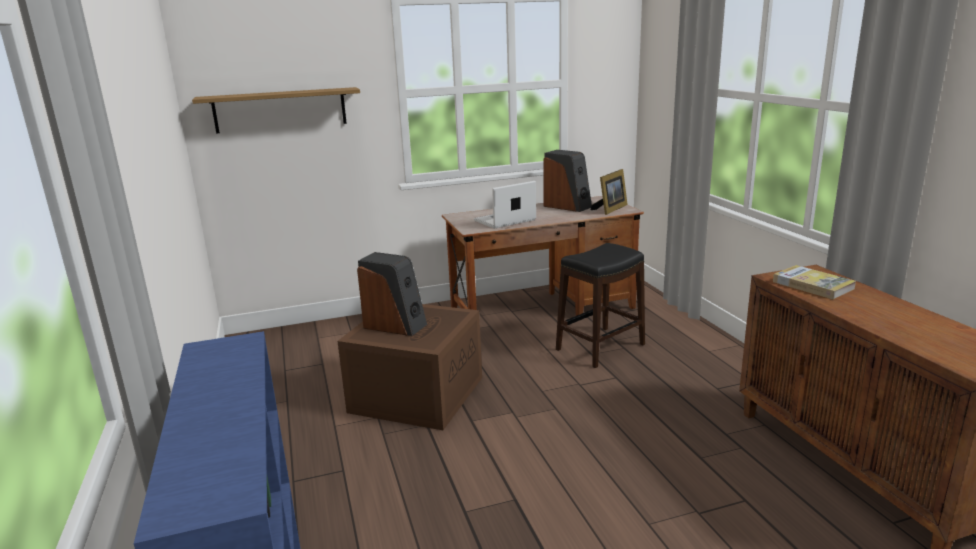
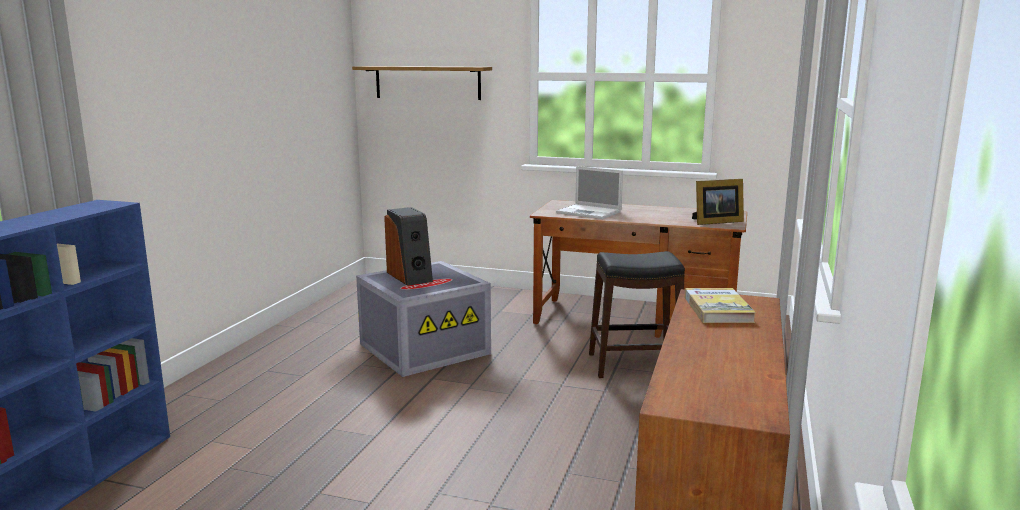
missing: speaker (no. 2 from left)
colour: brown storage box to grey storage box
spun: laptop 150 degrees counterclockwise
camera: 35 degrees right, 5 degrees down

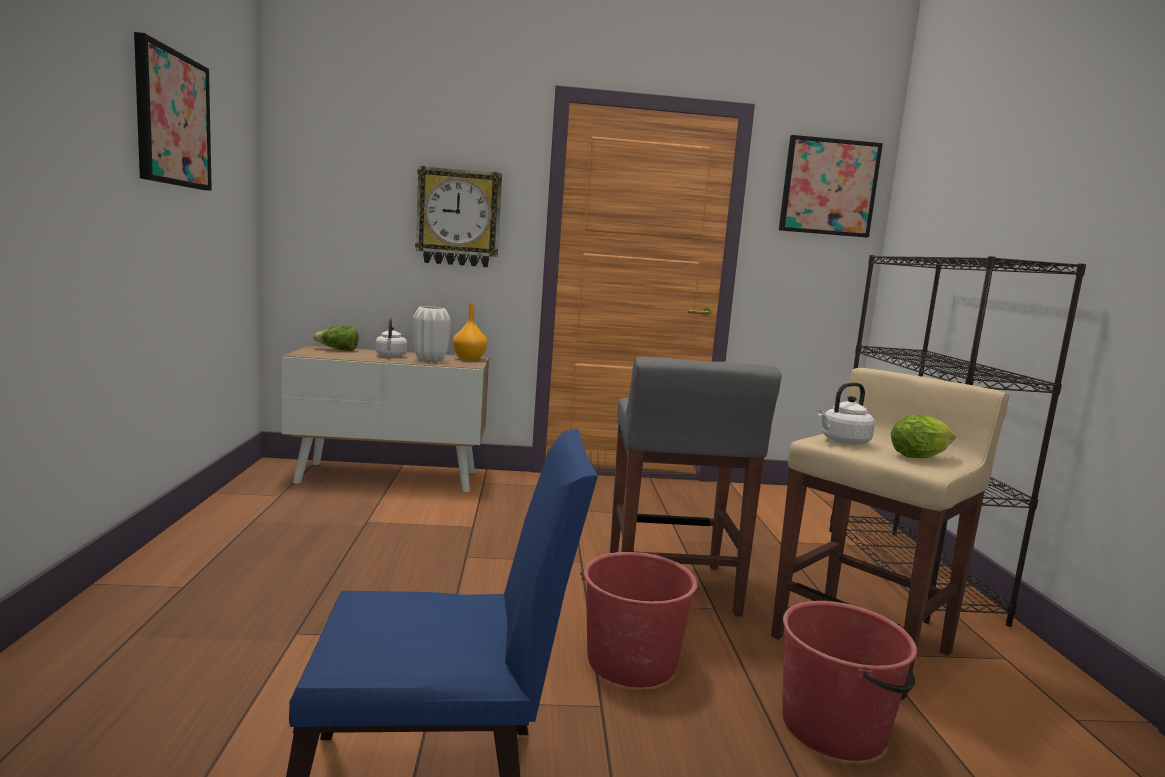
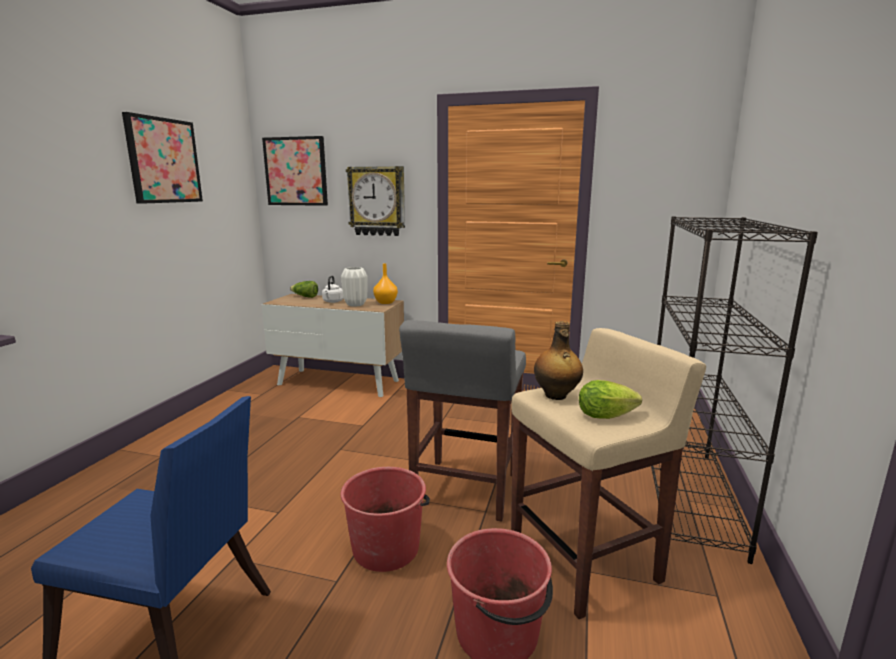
relocated: picture (no. 2 from left)
exchanged: white kettle (no. 2 from left) to bottle
camera: 20 degrees right, 5 degrees up

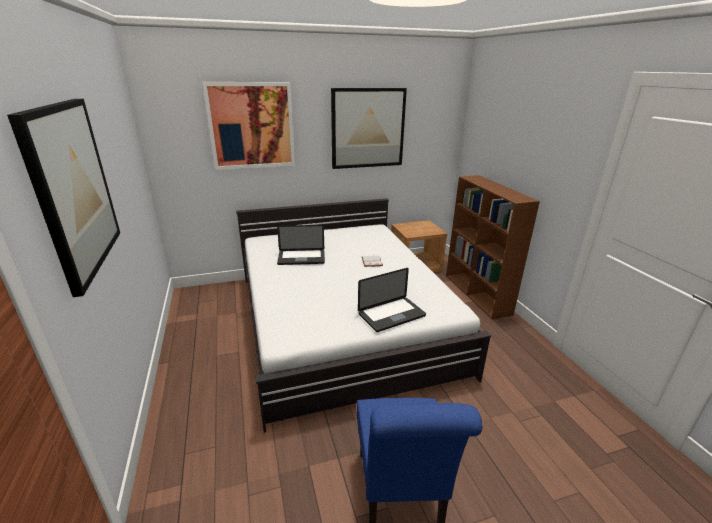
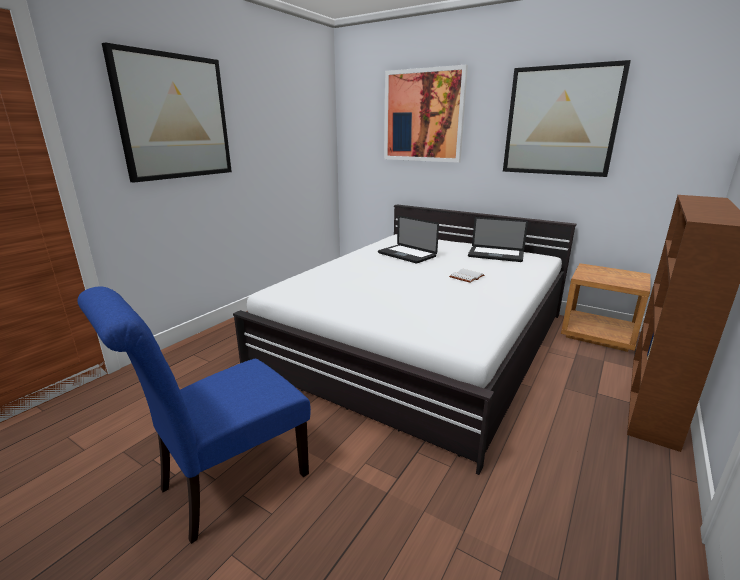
relocated: laptop (no. 2 from left)
camera: 50 degrees right, 5 degrees down

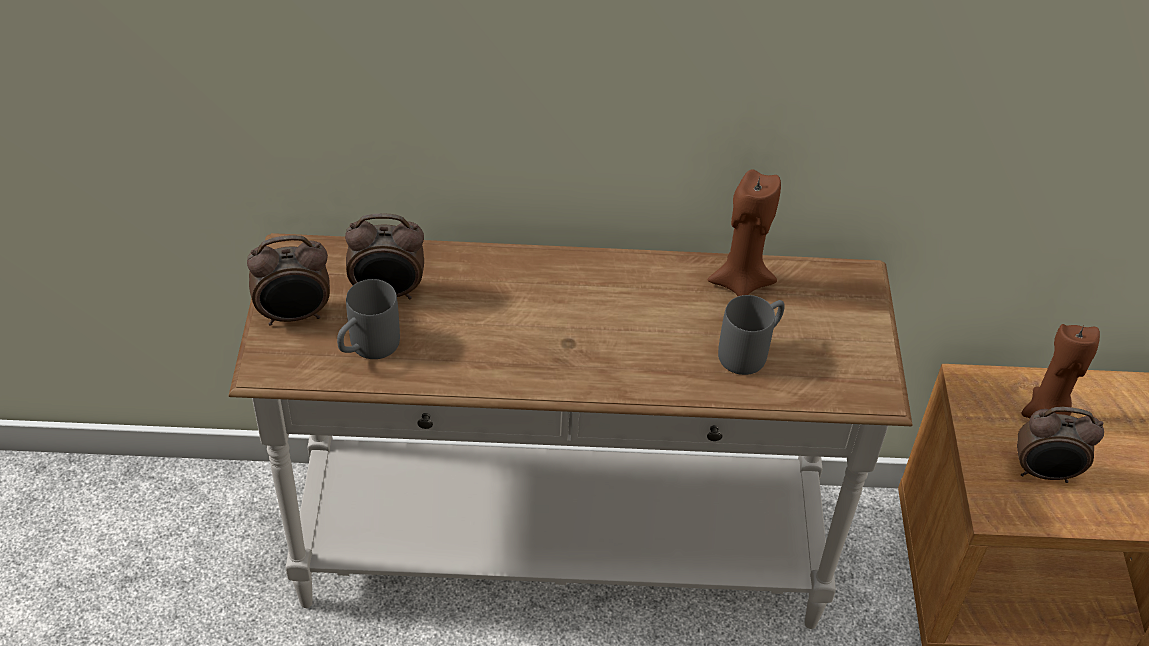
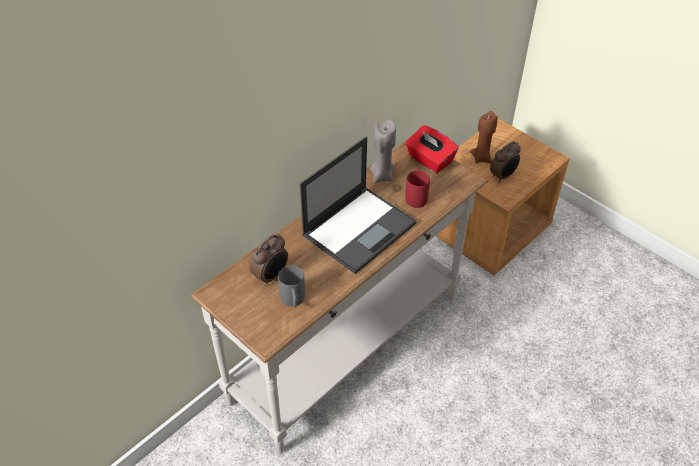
missing: alarm clock (no. 1 from left)
appeared: laptop; red tissue box
colour: brown candle (no. 1 from left) to grey candle; grey mug (no. 2 from left) to red mug
camera: 45 degrees left, 0 degrees up

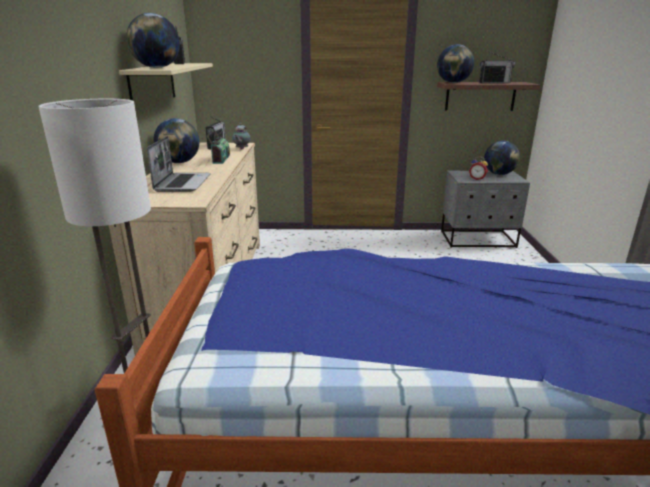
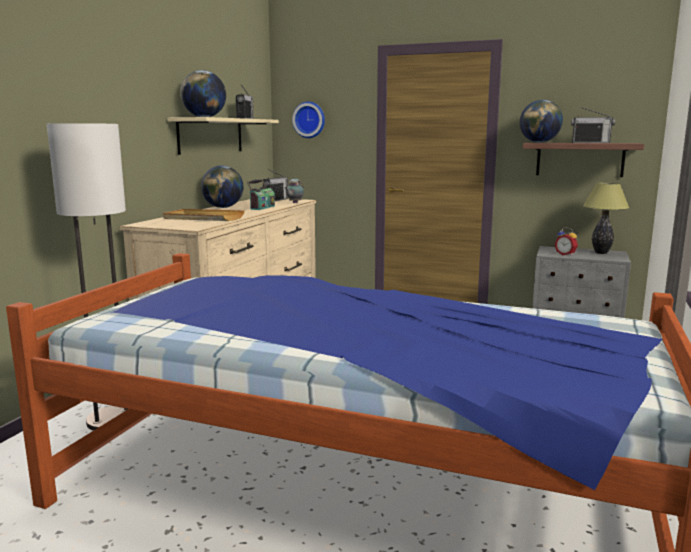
appeared: wall clock
exchanged: laptop to beige tray; globe (no. 4 from left) to table lamp
camera: 20 degrees right, 10 degrees down

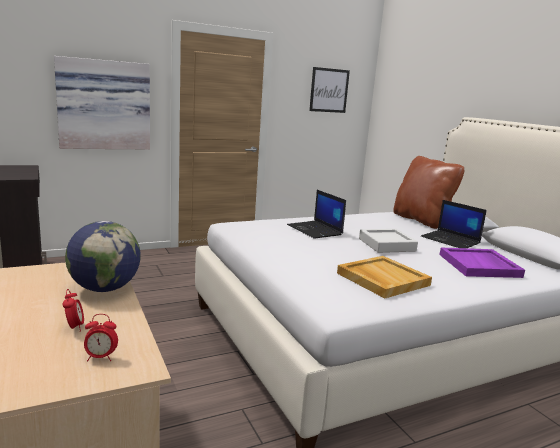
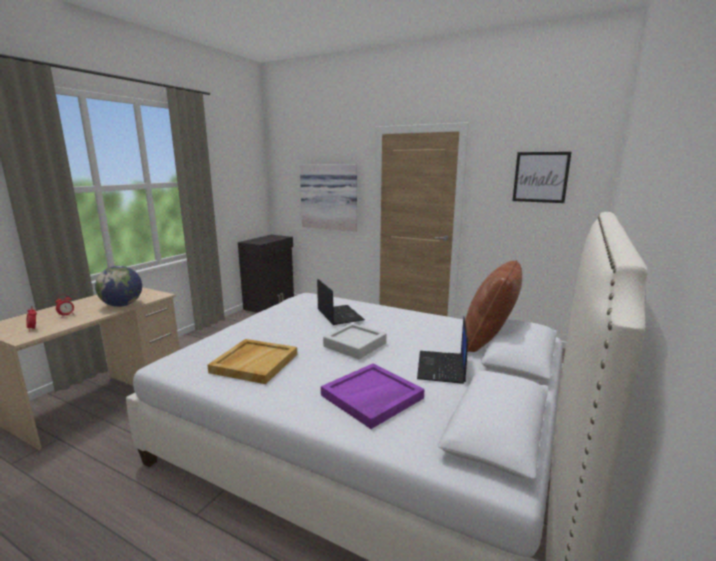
spun: laptop (no. 1 from left) 135 degrees clockwise
camera: 55 degrees right, 0 degrees up

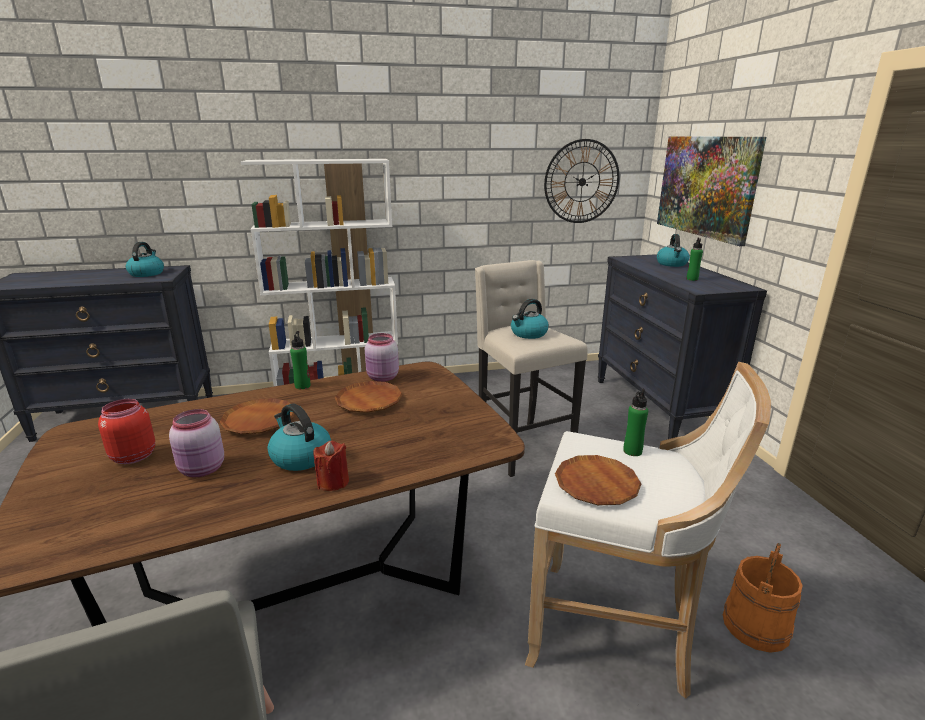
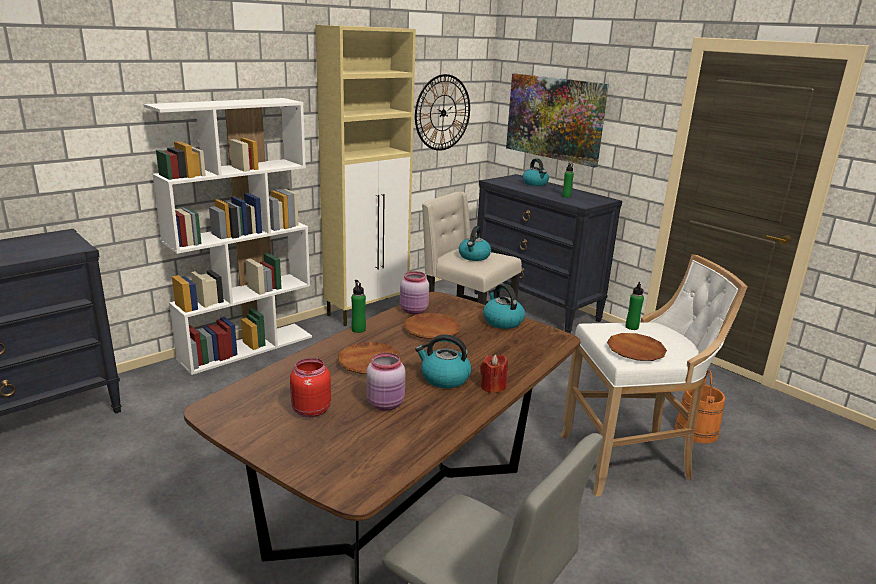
appeared: beige cabinet
relocated: kettle (no. 1 from left in the first image) to kettle (no. 3 from left)
camera: 30 degrees left, 0 degrees up

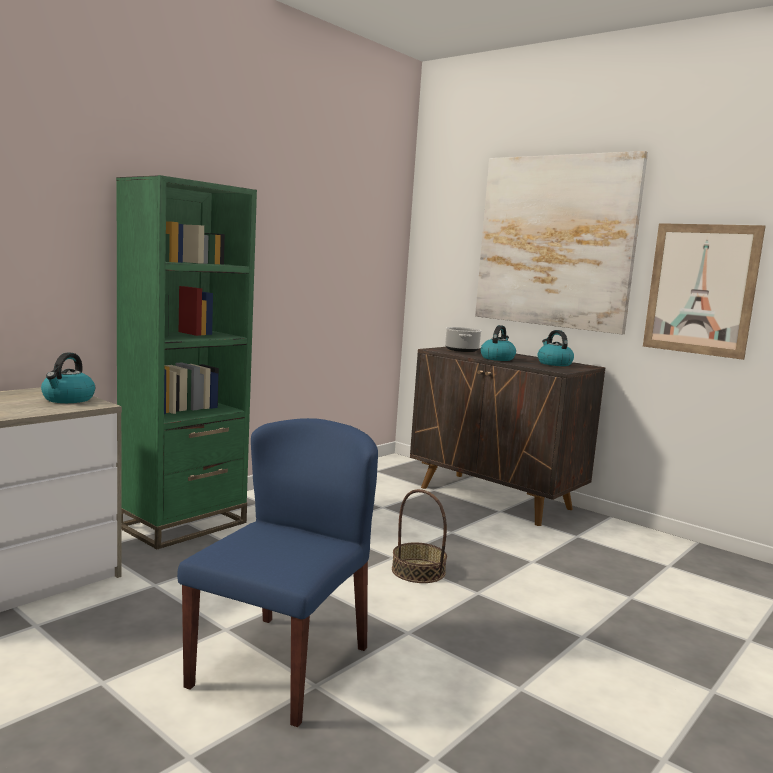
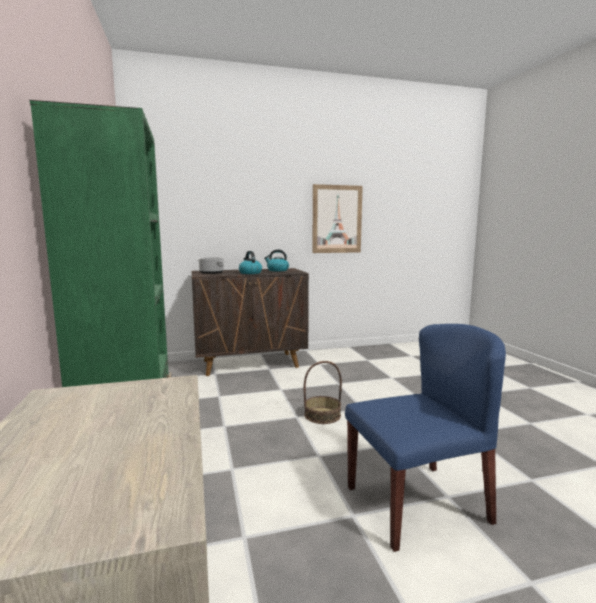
missing: kettle (no. 1 from left); picture (no. 1 from left)
spun: blue chair 105 degrees clockwise
camera: 55 degrees left, 0 degrees up

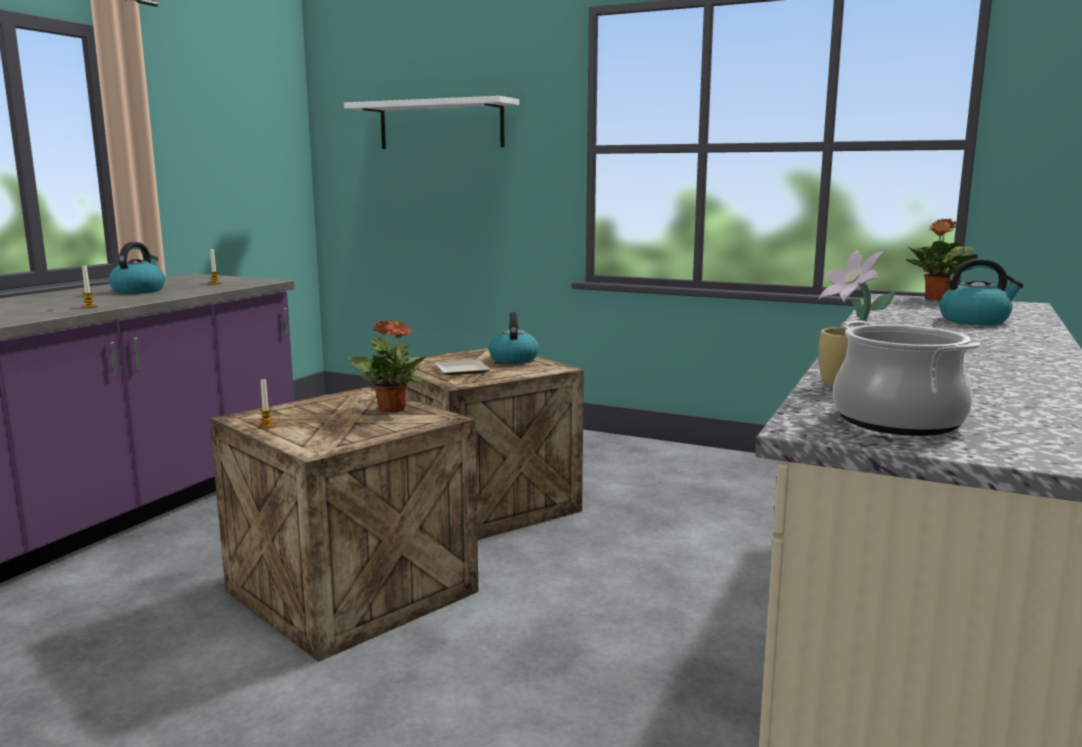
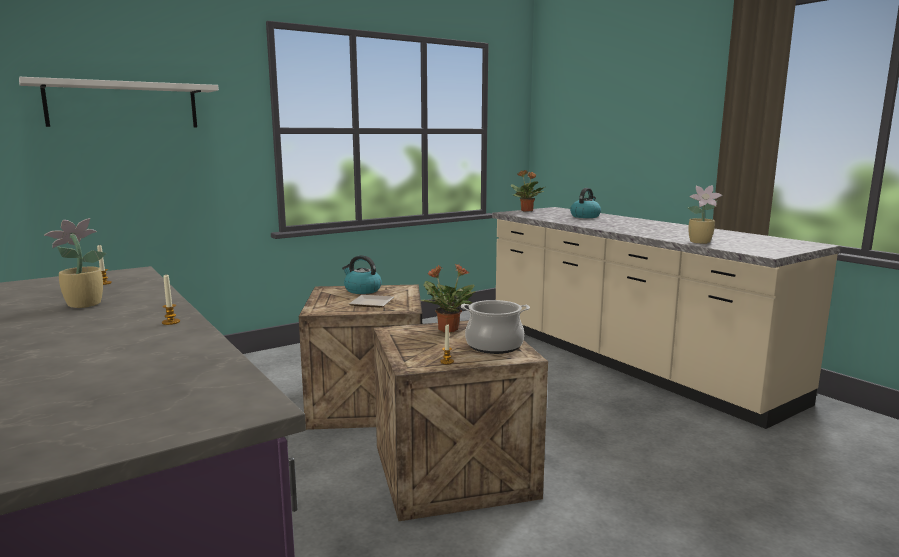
relocated: cooking pot
exchanged: kettle (no. 1 from left) to potted plant (no. 1 from left)
camera: 60 degrees left, 0 degrees up

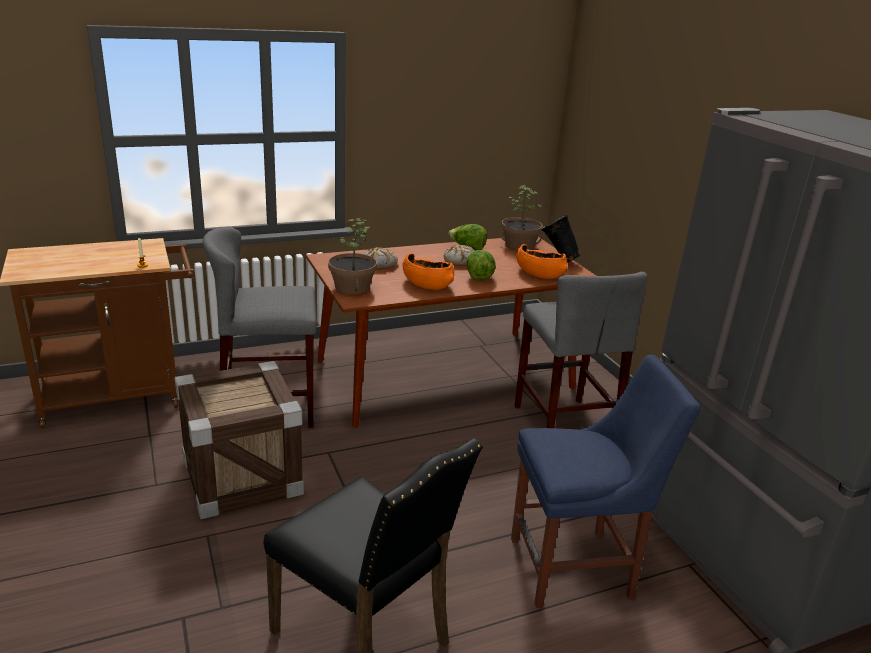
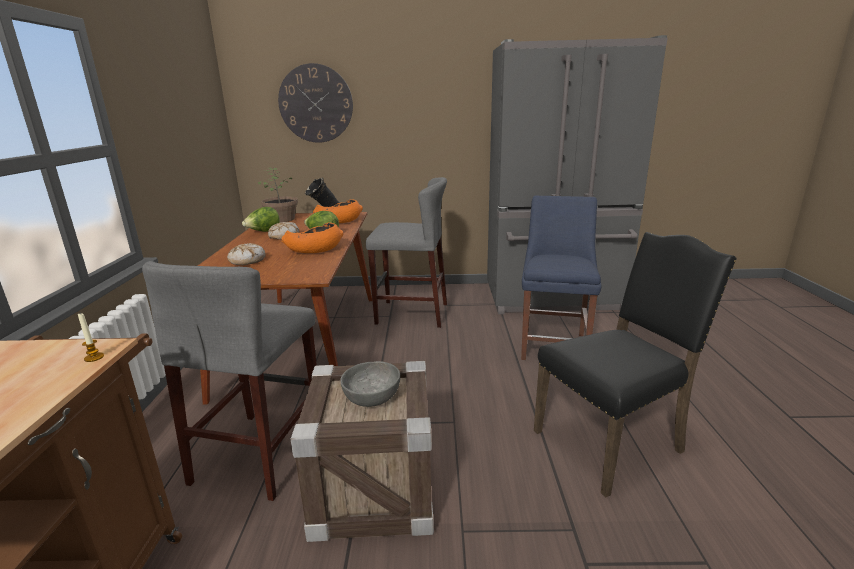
missing: potted plant (no. 1 from left)
appeared: wall clock; grey bowl
camera: 65 degrees left, 5 degrees down

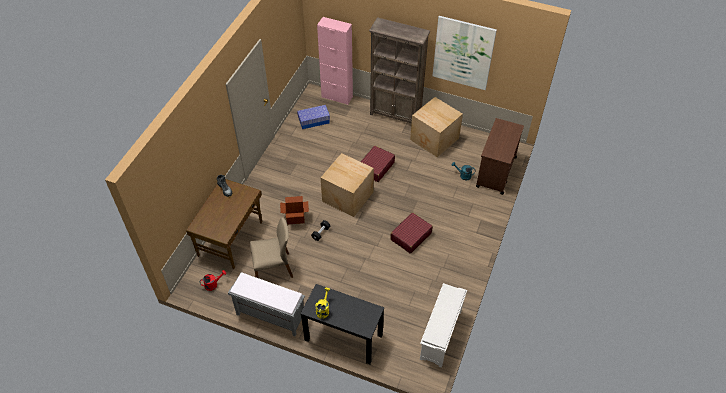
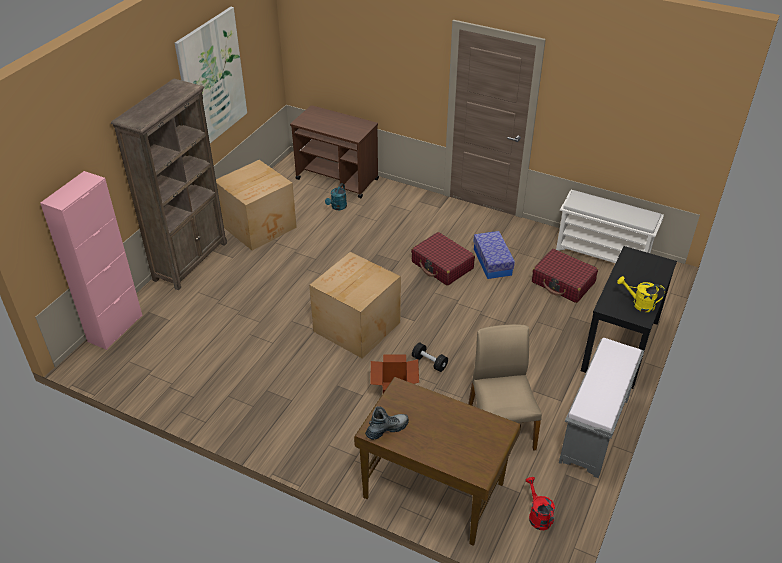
relocated: storage box; red suitcase (no. 1 from left in the first image) to red suitcase (no. 2 from left)
camera: 85 degrees left, 10 degrees down

